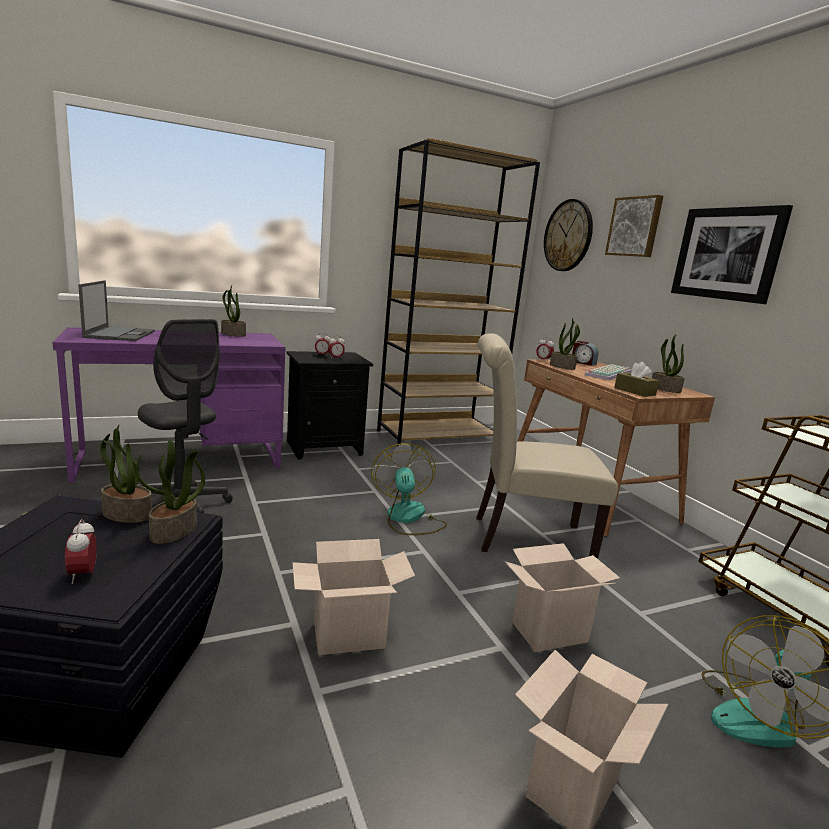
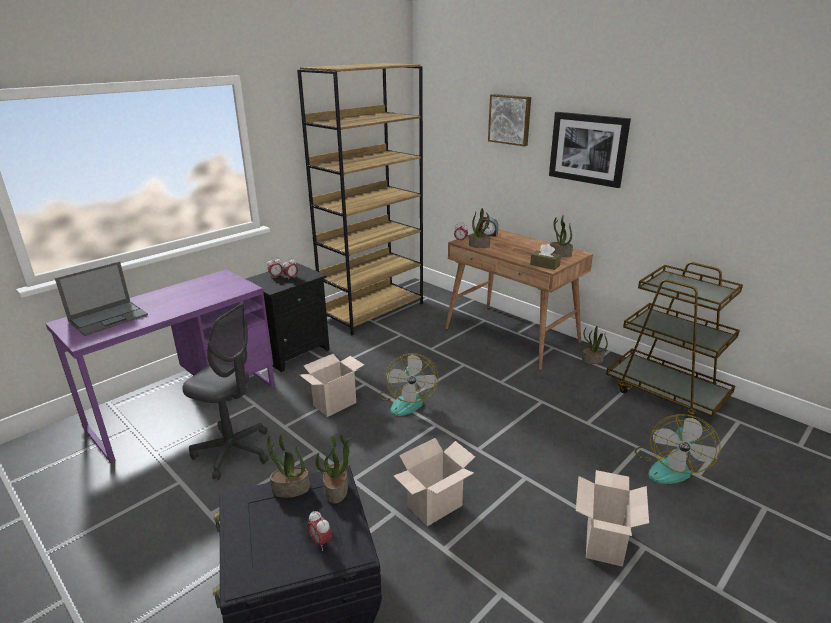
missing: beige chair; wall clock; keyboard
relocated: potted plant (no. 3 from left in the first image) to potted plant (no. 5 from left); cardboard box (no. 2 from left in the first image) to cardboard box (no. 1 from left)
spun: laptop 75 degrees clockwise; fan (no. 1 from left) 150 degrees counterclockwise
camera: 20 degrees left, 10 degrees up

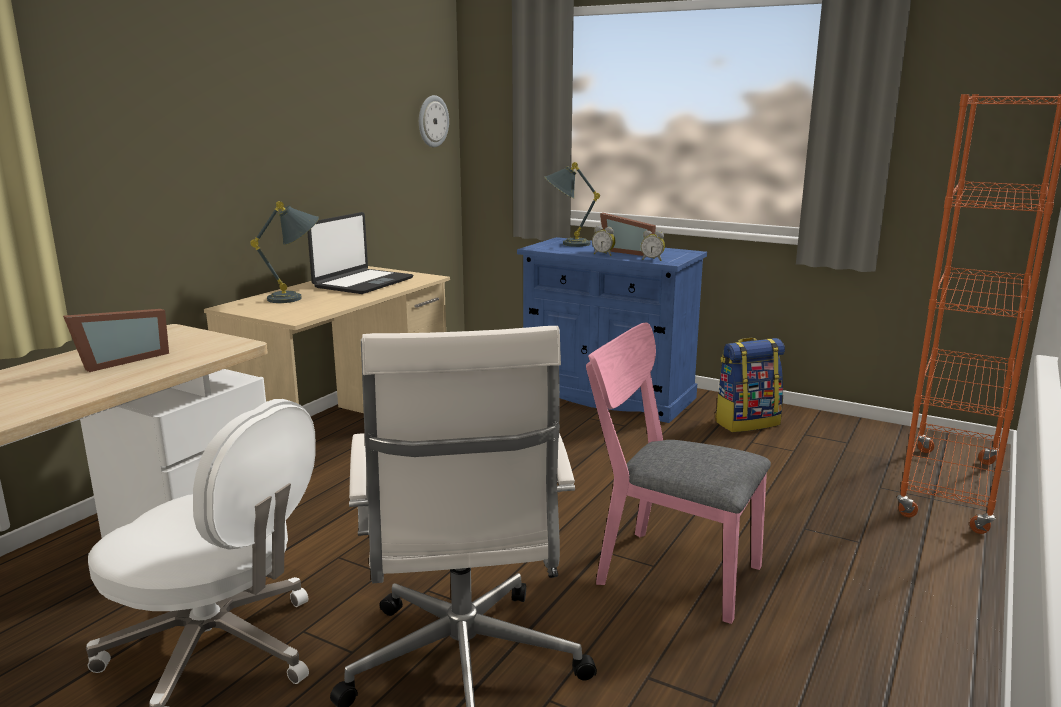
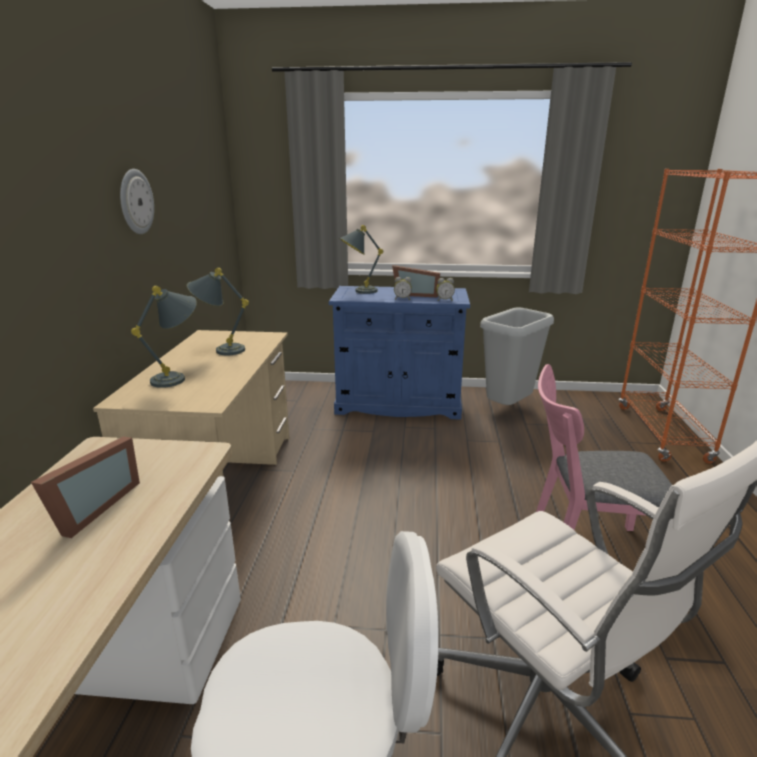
relocated: wall clock
exchanged: laptop to grey table lamp (no. 2 from left); backpack to grey trash can
camera: 25 degrees left, 5 degrees up

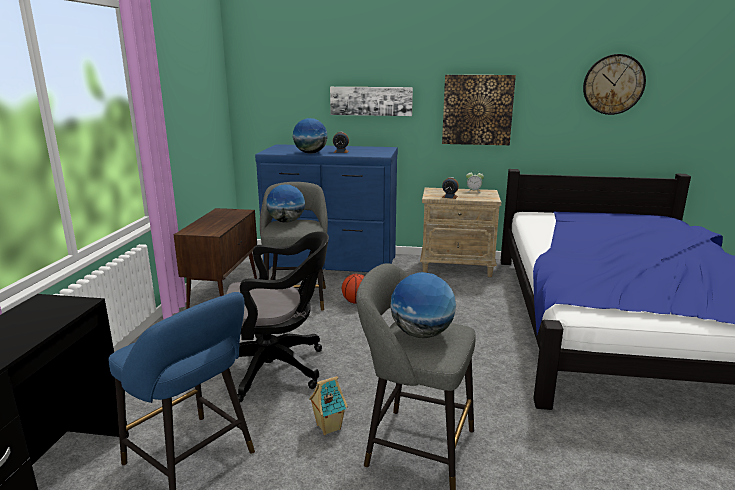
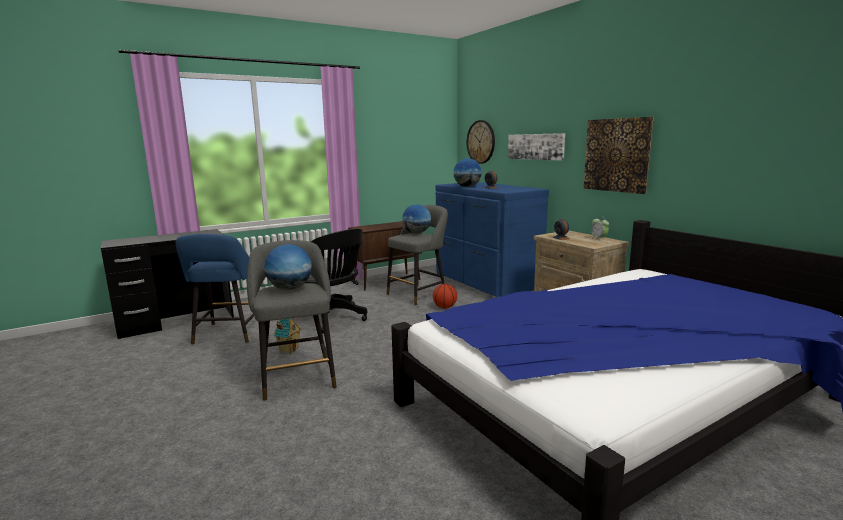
relocated: wall clock
camera: 50 degrees right, 5 degrees down

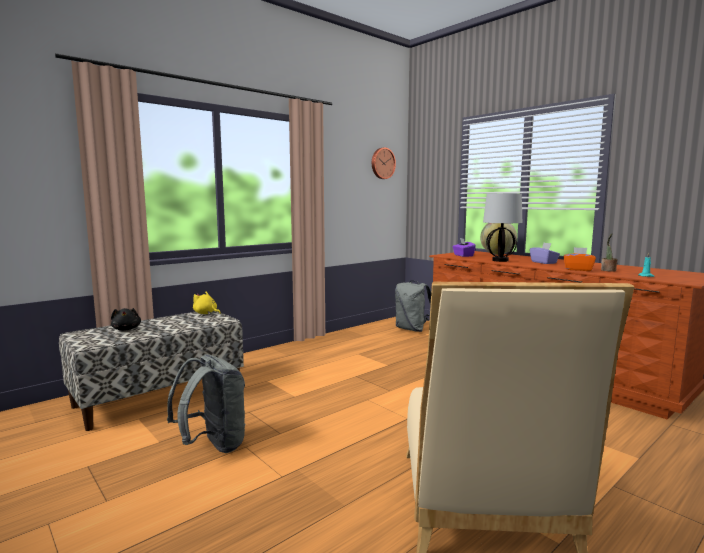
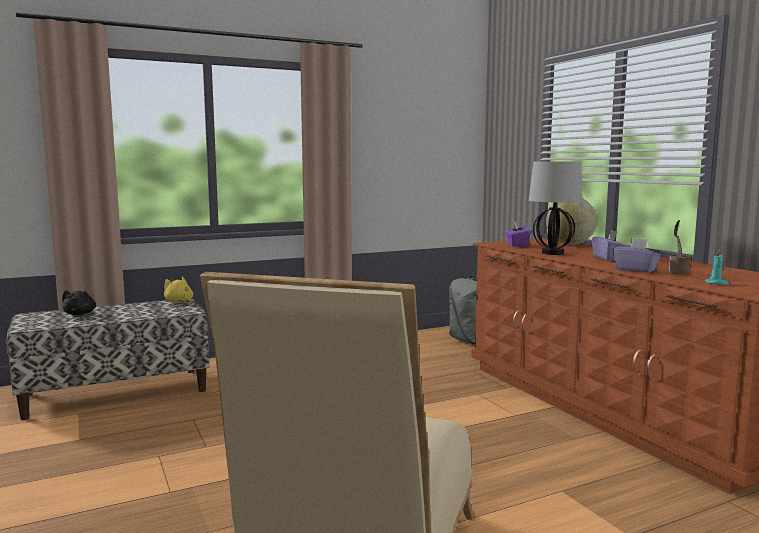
missing: grey backpack (no. 1 from left); wall clock
colour: orange tissue box to purple tissue box (no. 3 from left)
camera: 15 degrees right, 0 degrees up

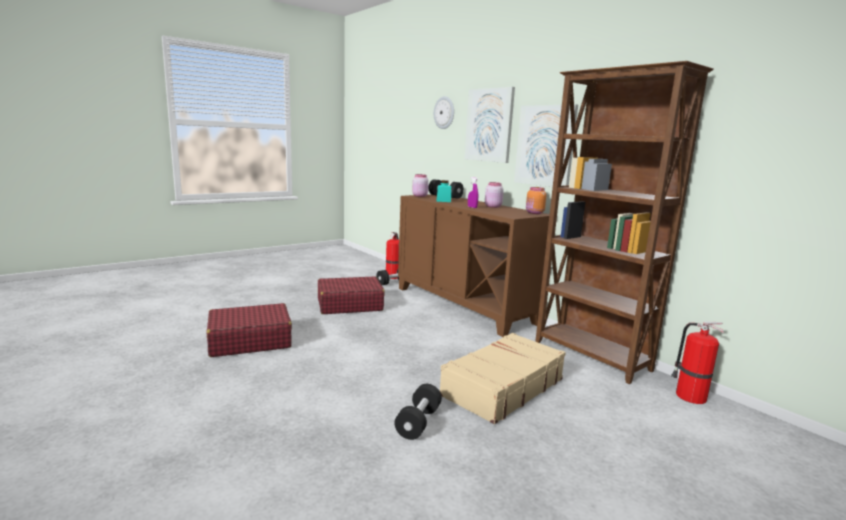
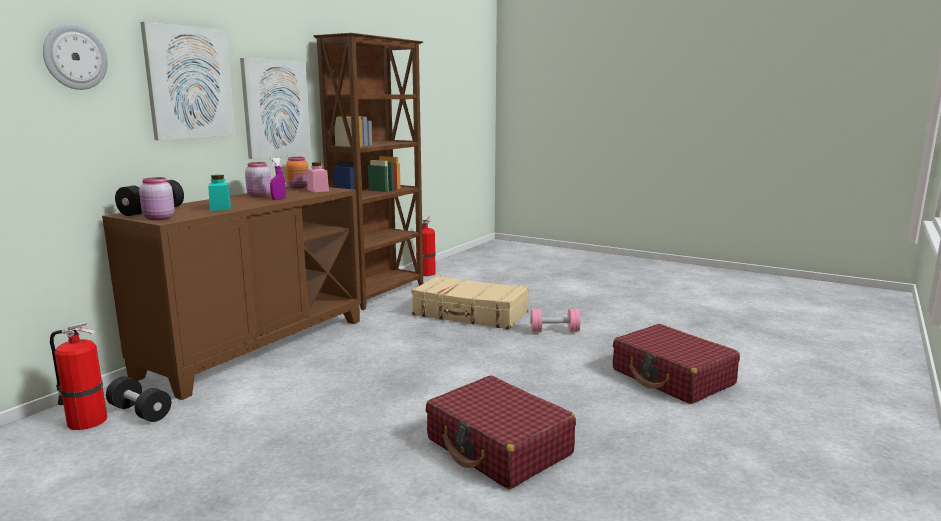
appeared: pink jar (no. 3 from left)
relocated: red suitcase (no. 2 from left)
colour: black dumbbell (no. 2 from left) to pink dumbbell
camera: 110 degrees left, 0 degrees up

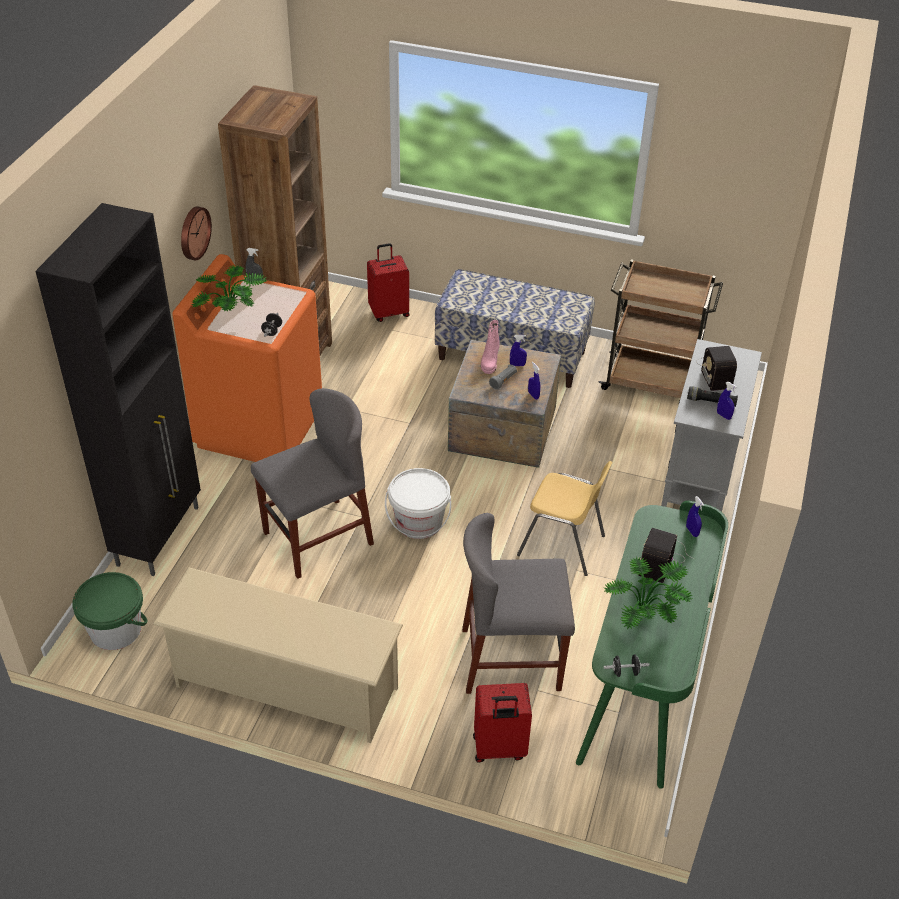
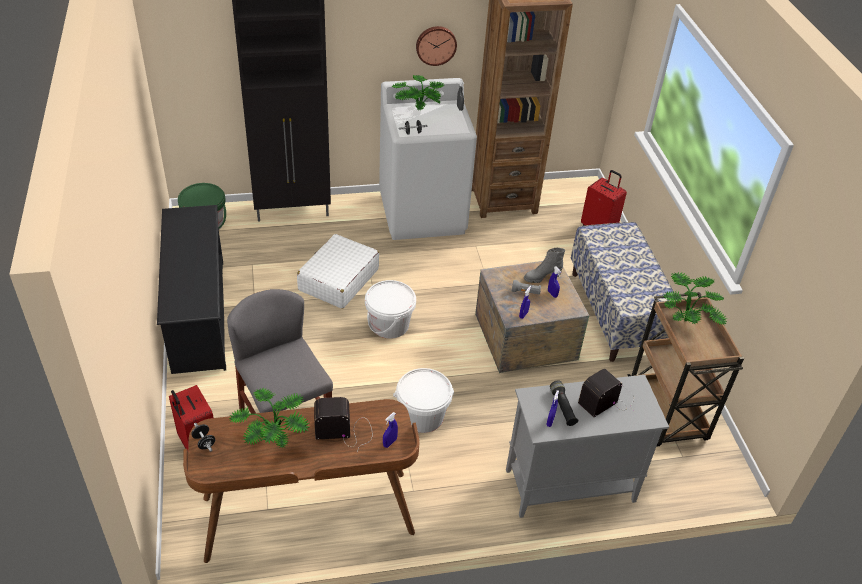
appeared: potted plant (no. 3 from left)
exchanged: grey chair (no. 1 from left) to white suitcase; yellow chair to white bucket (no. 2 from left)
colour: beige shoe rack to black shoe rack; orange washing machine to white washing machine; pink boot to grey boot; green desk to brown desk
camera: 60 degrees right, 0 degrees up

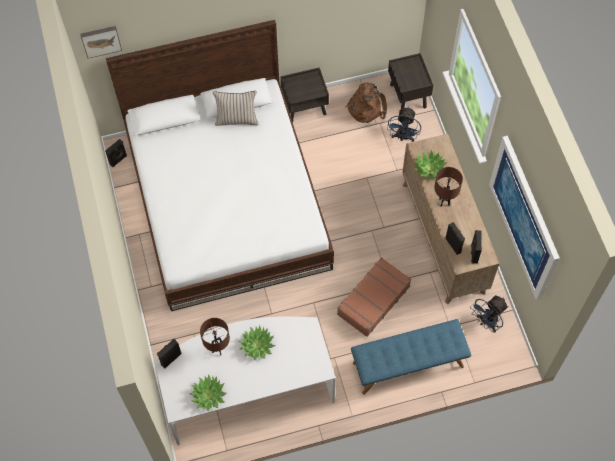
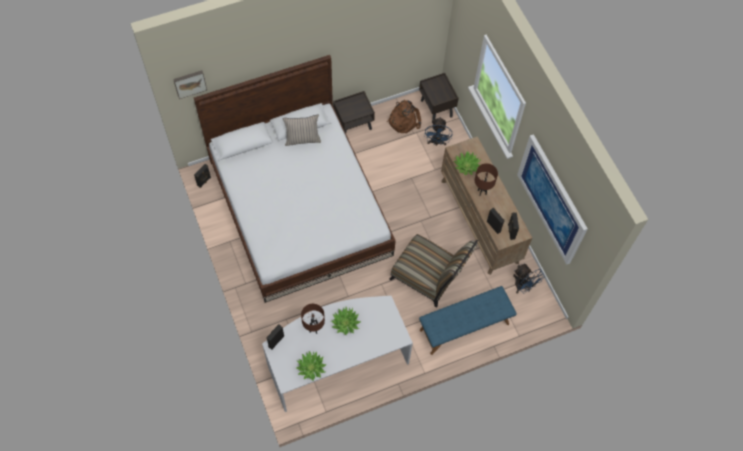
exchanged: brown suitcase to chair
spun: blue fan (no. 2 from left) 75 degrees counterclockwise
camera: 10 degrees left, 0 degrees up

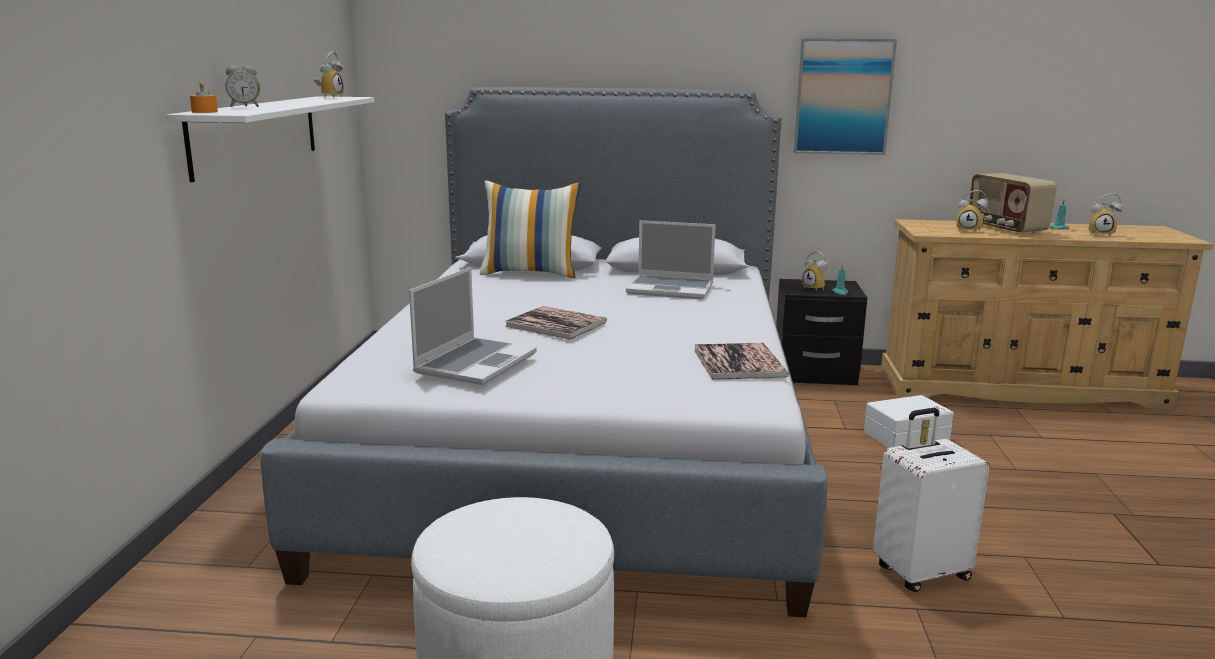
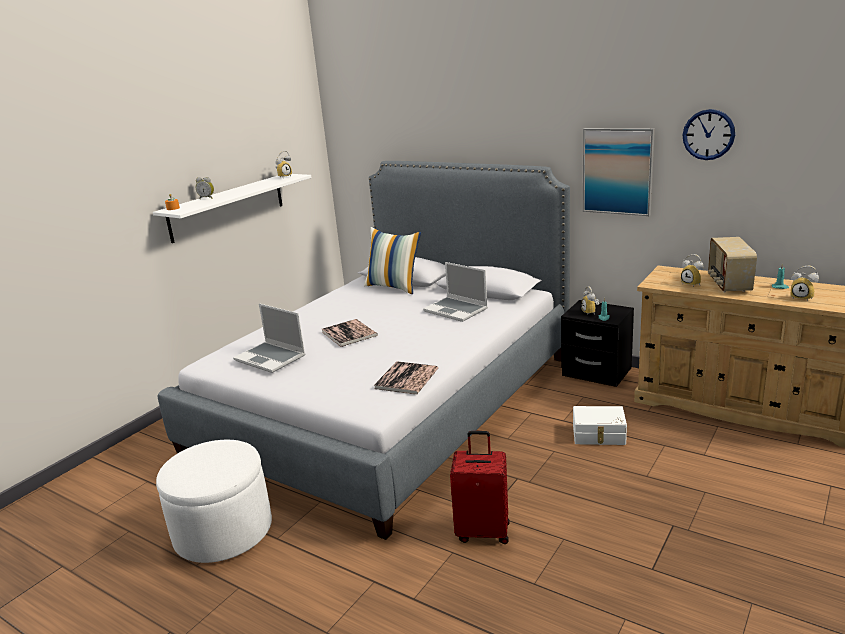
appeared: wall clock
colour: white suitcase to red suitcase
spun: laptop (no. 1 from left) 75 degrees clockwise
camera: 30 degrees right, 5 degrees up

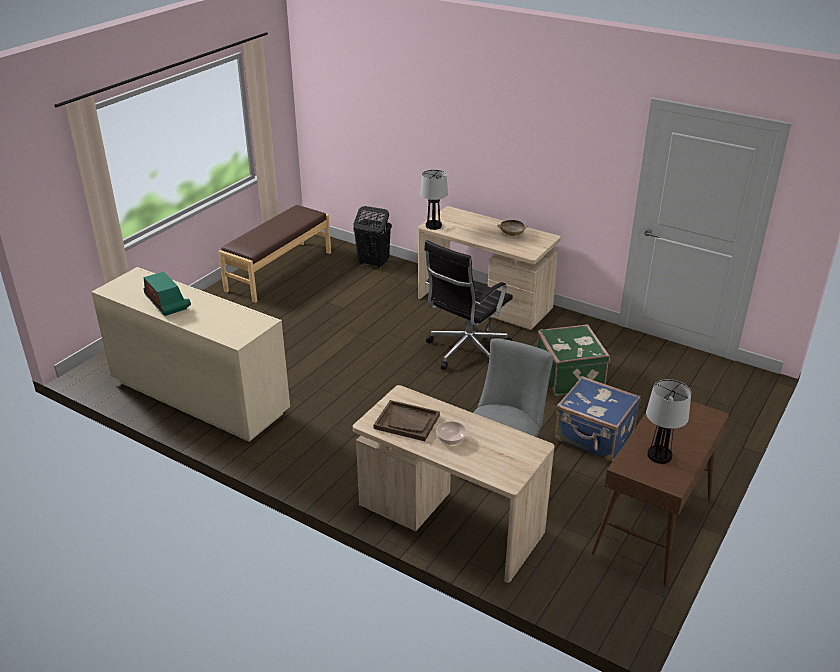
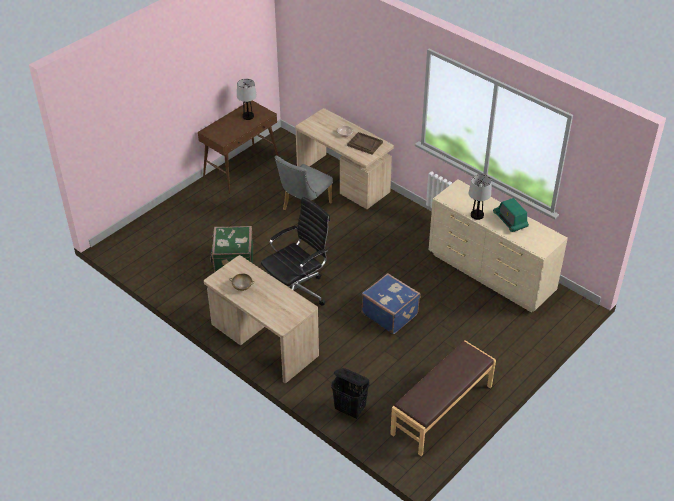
relocated: table lamp (no. 1 from left in the first image) to table lamp (no. 2 from left); blue suitcase
camera: 170 degrees left, 10 degrees up

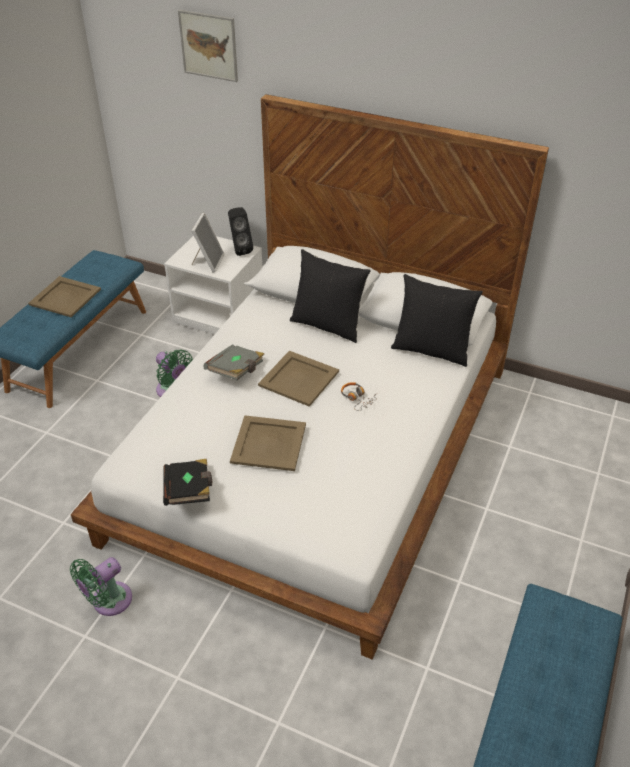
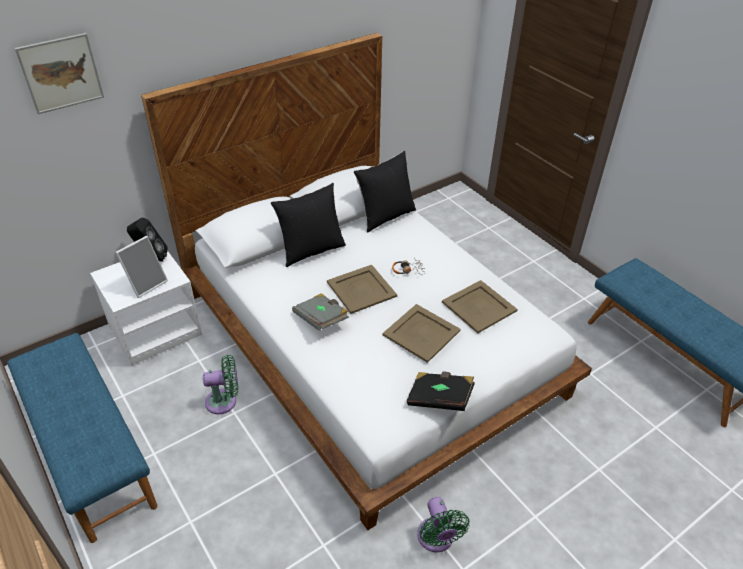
relocated: beige tray (no. 1 from left in the first image) to beige tray (no. 3 from left)
spun: picture frame 90 degrees clockwise
camera: 60 degrees left, 0 degrees up

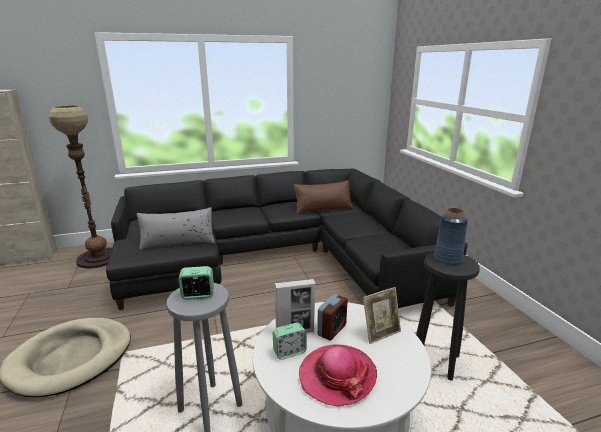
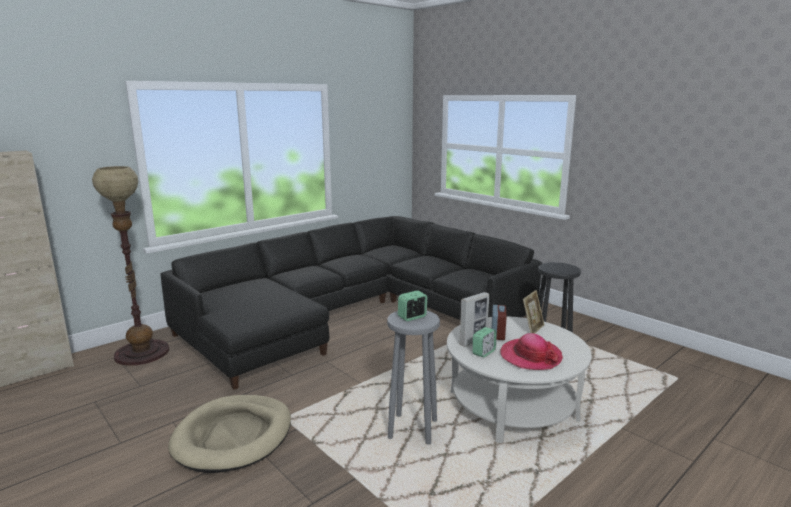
missing: grey pillow; brown pillow; blue vase
camera: 25 degrees left, 5 degrees down

